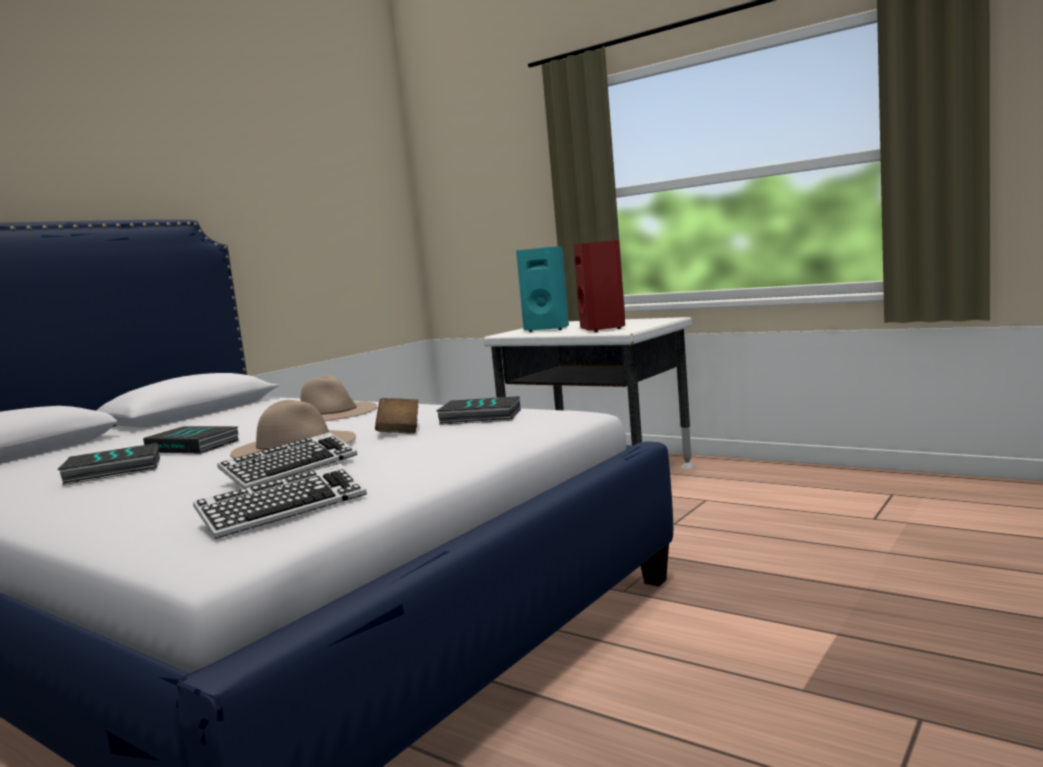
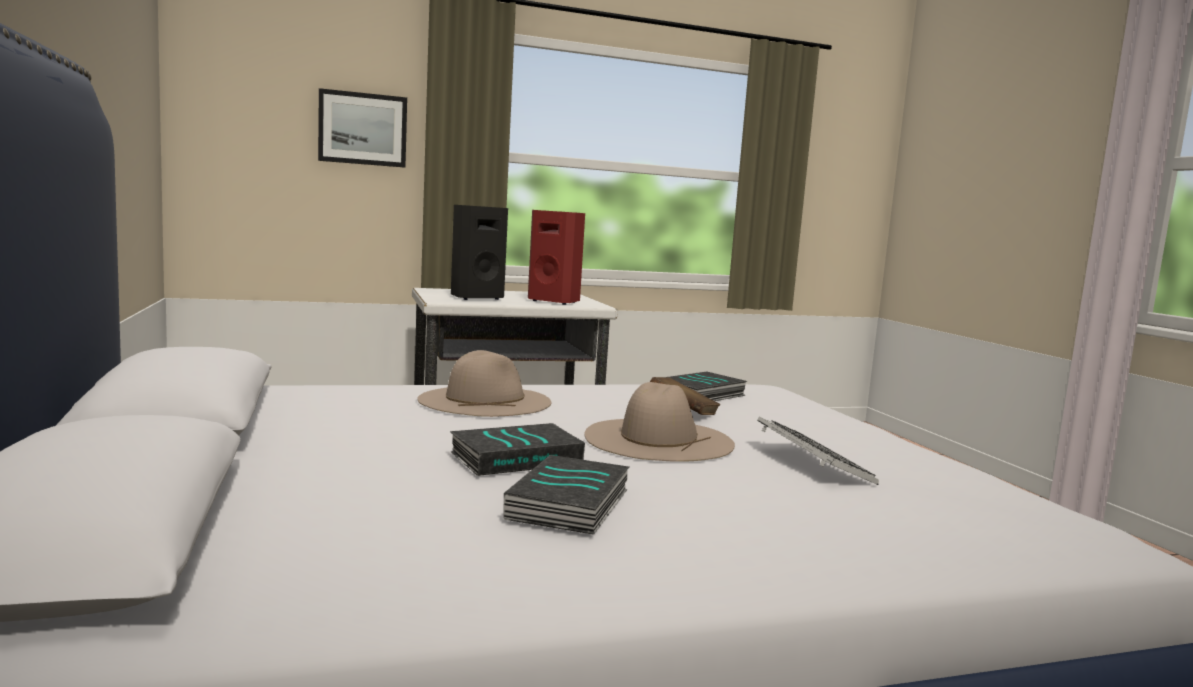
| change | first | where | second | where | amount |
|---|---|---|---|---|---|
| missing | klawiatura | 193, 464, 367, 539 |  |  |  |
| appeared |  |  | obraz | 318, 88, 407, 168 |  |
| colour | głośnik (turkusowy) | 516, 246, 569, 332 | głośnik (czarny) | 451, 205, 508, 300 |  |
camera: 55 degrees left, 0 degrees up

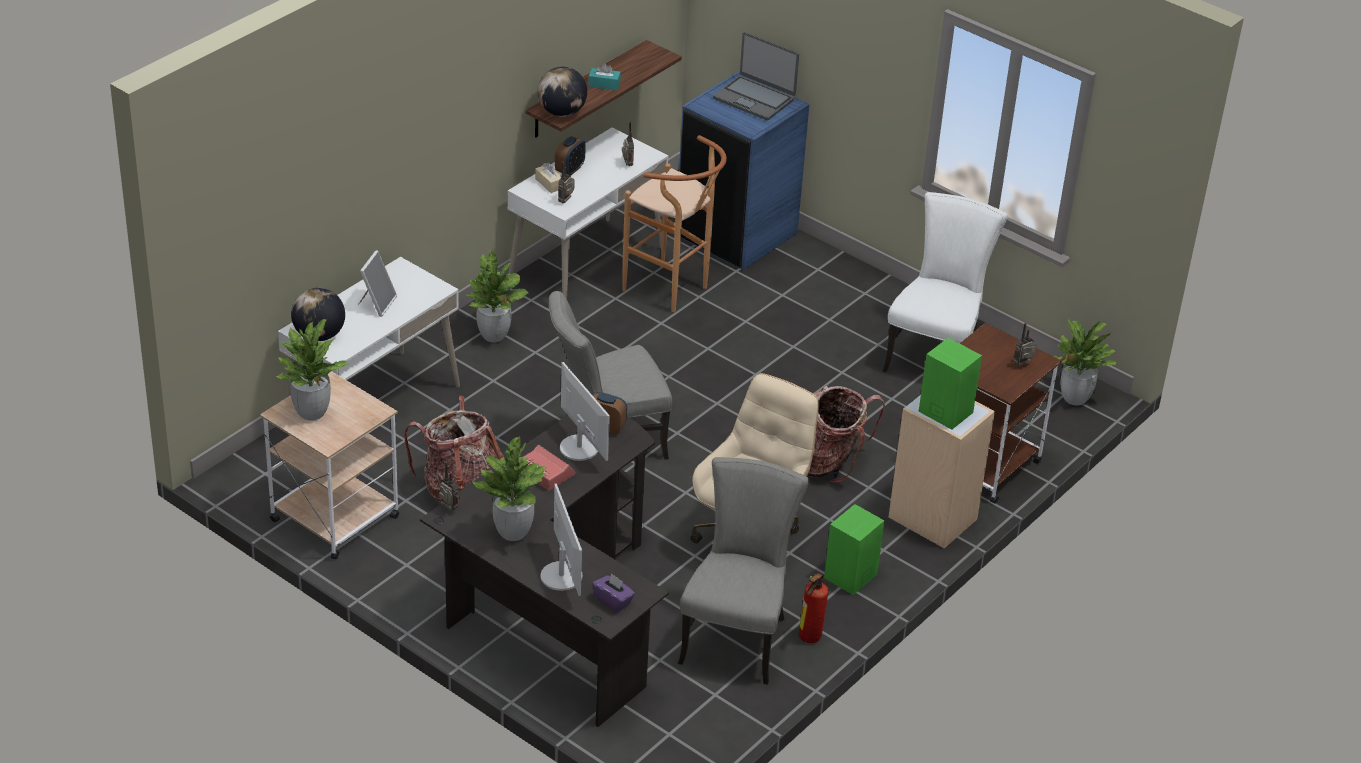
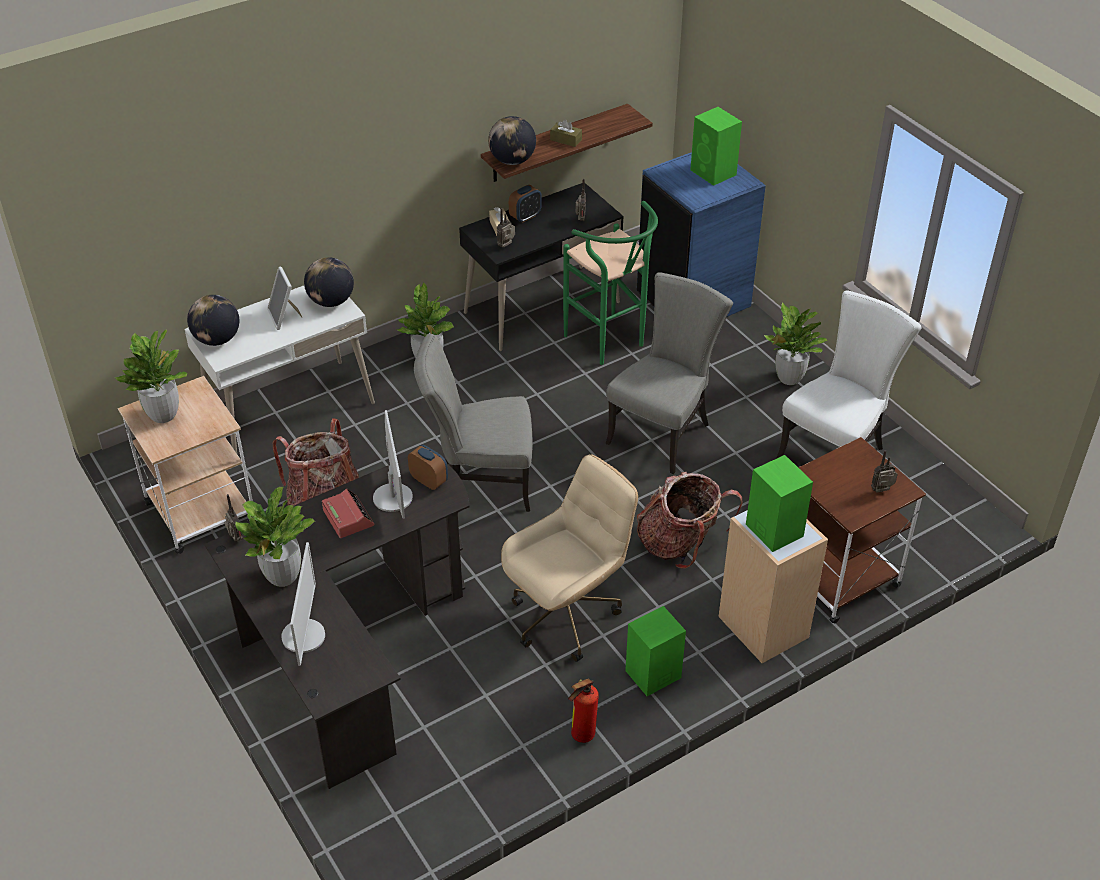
| change | first | where | second | where | amount |
|---|---|---|---|---|---|
| missing | pudełko chusteczek (fioletowy) | 592, 573, 635, 612 |  |  |  |
| appeared |  |  | globus | 304, 257, 354, 307 |  |
| relocated | krzesło (szary) | 678, 457, 810, 685 |  | 605, 272, 733, 474 |  |
| relocated | roślina doniczkowa | 1053, 318, 1116, 406 |  | 764, 303, 828, 385 |  |
| exchanged | laptop | 713, 32, 799, 120 | głośnik (zielony) | 690, 107, 742, 186 |  |
| colour | biurko (biały) | 508, 128, 668, 299 | biurko (czarny) | 459, 182, 623, 351 |  |
| colour | pudełko chusteczek (turkusowy) | 588, 63, 621, 90 | pudełko chusteczek (brązowy) | 550, 119, 582, 147 |  |
| colour | stołek (brązowy) | 623, 135, 727, 312 | stołek (zielony) | 563, 201, 658, 365 |  |
| spun | ramka na zdjęcie | 358, 250, 397, 317 |  | 267, 267, 302, 330 | 120 degrees clockwise |
camera: 20 degrees right, 5 degrees up

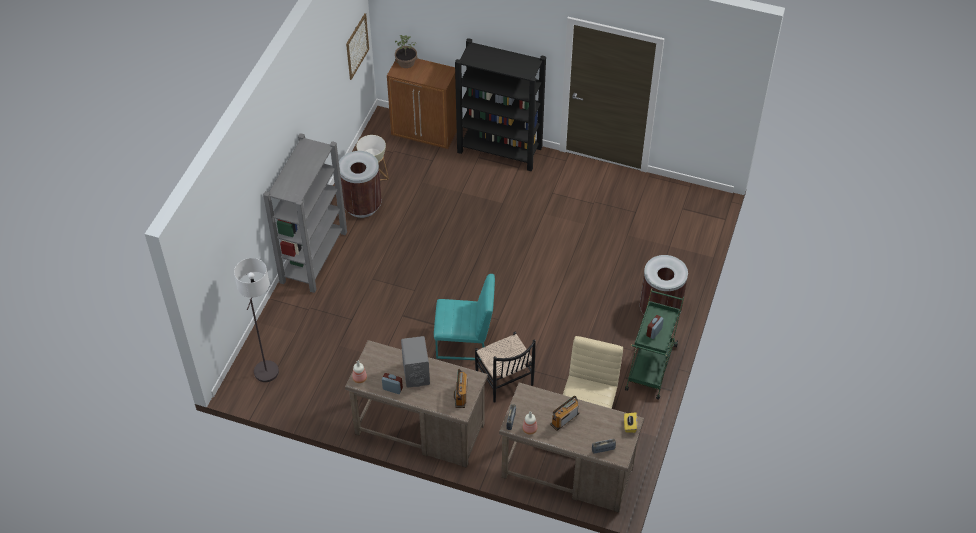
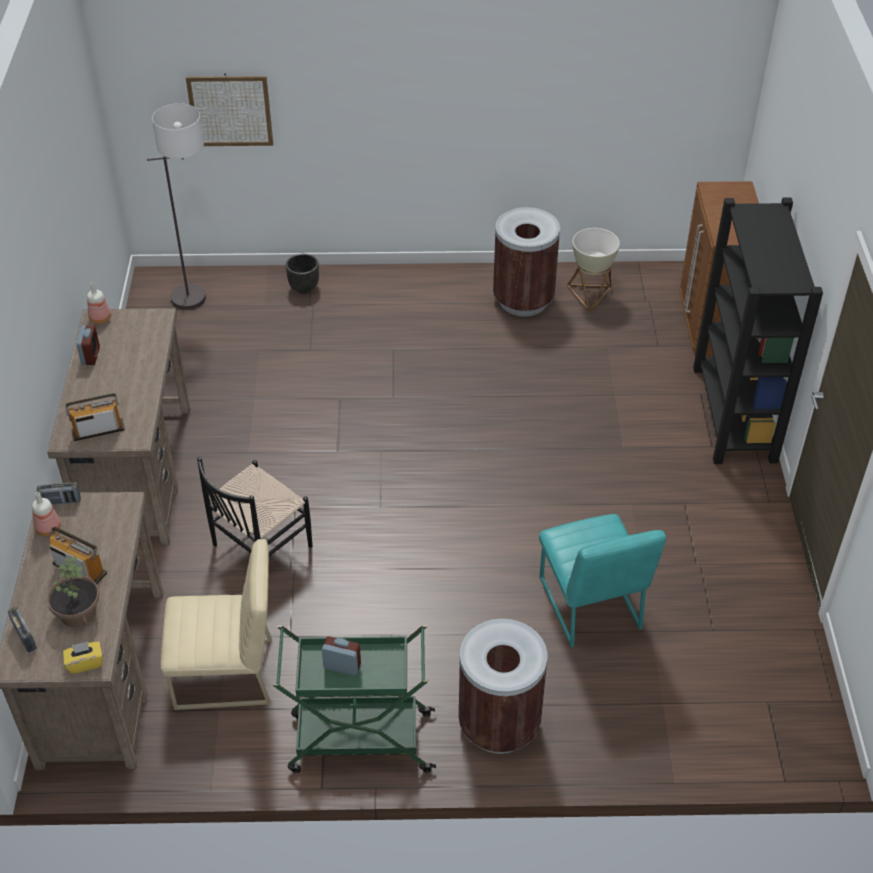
| change | first | where | second | where | amount |
|---|---|---|---|---|---|
| missing | regał (szary) | 263, 133, 347, 293 |  |  |  |
| missing | głośnik (szary) | 401, 336, 430, 387 |  |  |  |
| appeared |  |  | donica (czarny) | 286, 254, 319, 294 |  |
| relocated | obraz | 346, 13, 369, 80 |  | 186, 74, 273, 146 |  |
| relocated | roślina doniczkowa | 395, 35, 418, 68 |  | 47, 555, 99, 627 |  |
| relocated | krzesło (turkusowy) | 434, 274, 495, 361 |  | 539, 514, 666, 647 |  |
camera: 70 degrees right, 5 degrees down

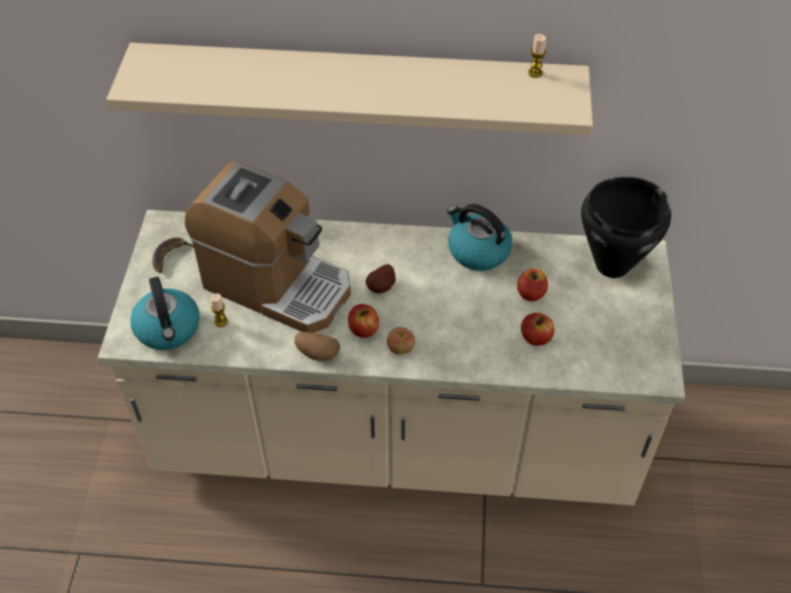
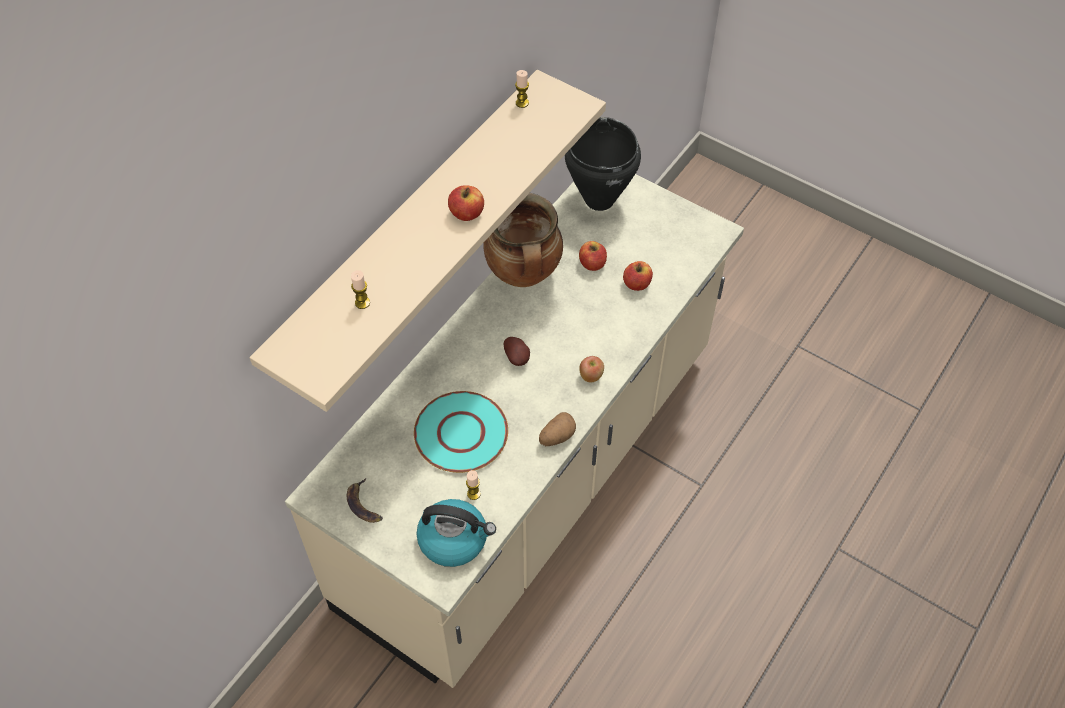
| change | first | where | second | where | amount |
|---|---|---|---|---|---|
| appeared |  |  | świeca | 351, 270, 370, 309 |  |
| relocated | jabłko | 348, 304, 379, 338 |  | 448, 185, 484, 221 |  |
| exchanged | ekspres do kawy | 185, 162, 351, 333 | talerz (turkusowy) | 414, 391, 508, 473 |  |
| exchanged | czajnik | 447, 204, 512, 271 | garnek | 483, 193, 563, 287 |  |
camera: 60 degrees left, 5 degrees up

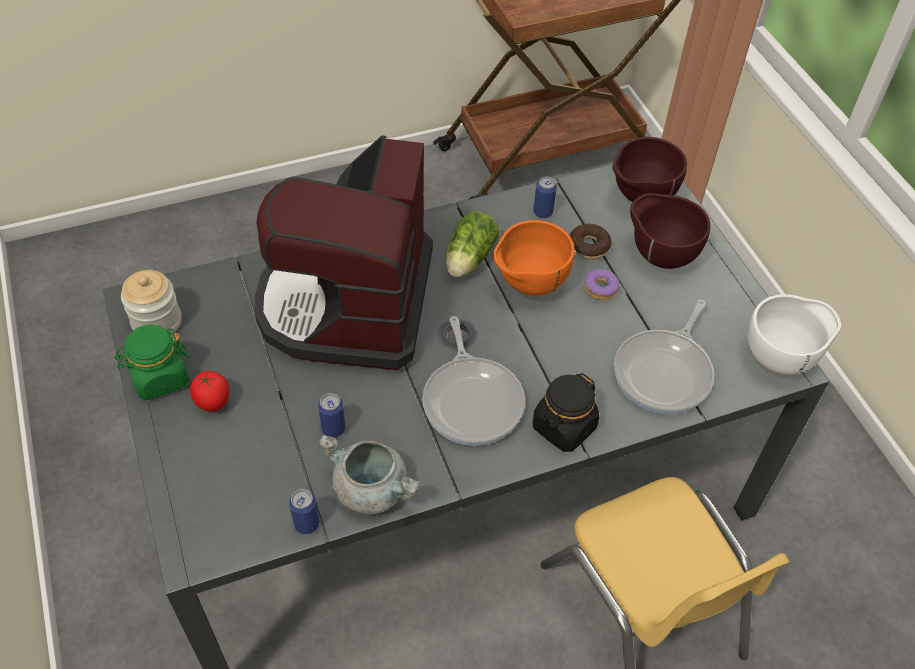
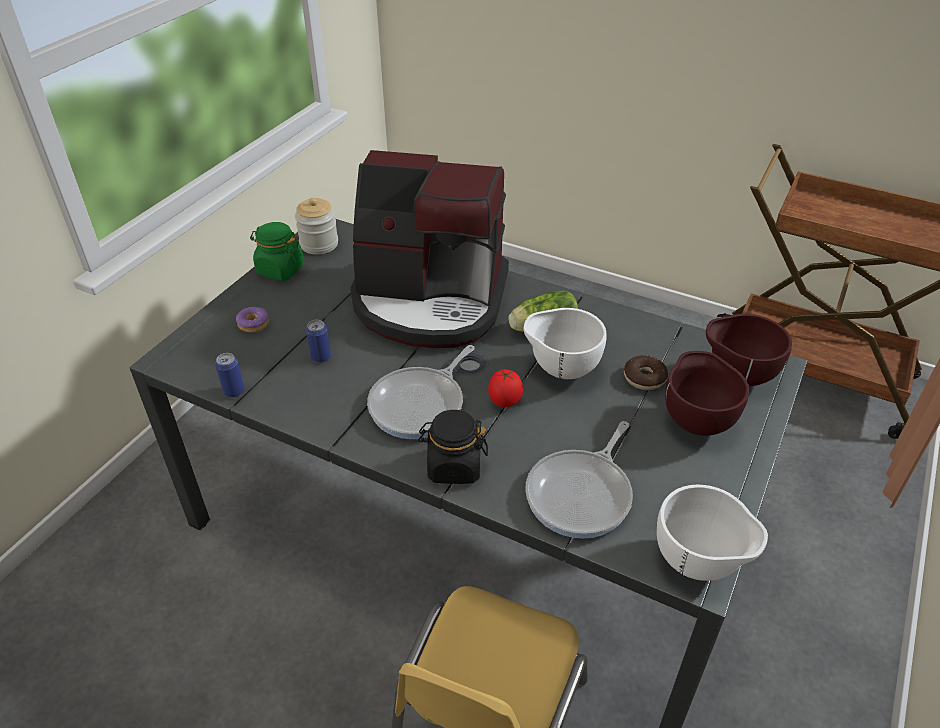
| change | first | where | second | where | amount |
|---|---|---|---|---|---|
| missing | garnek (szary) | 318, 435, 421, 514 |  |  |  |
| missing | puszka | 533, 176, 557, 218 |  |  |  |
| relocated | pomidor | 190, 371, 229, 411 |  | 488, 369, 523, 407 |  |
| relocated | donut | 584, 269, 620, 300 |  | 236, 307, 269, 332 |  |
| colour | miska (pomarańczowy) | 493, 220, 575, 295 | miska (biały) | 523, 308, 606, 379 |  |
| spun | ekspres do kawy | 255, 136, 433, 370 |  | 350, 150, 509, 348 | 135 degrees counterclockwise |
| spun | patelnia | 614, 300, 714, 414 |  | 525, 421, 633, 538 | 45 degrees counterclockwise |
camera: 50 degrees right, 10 degrees down

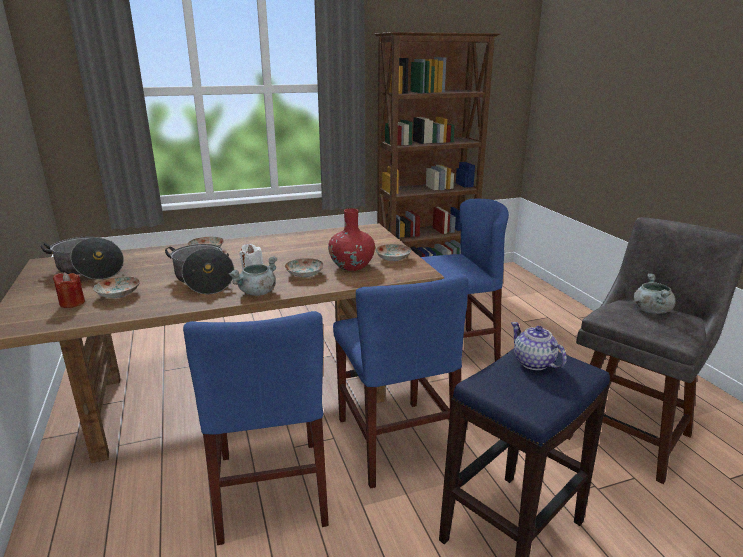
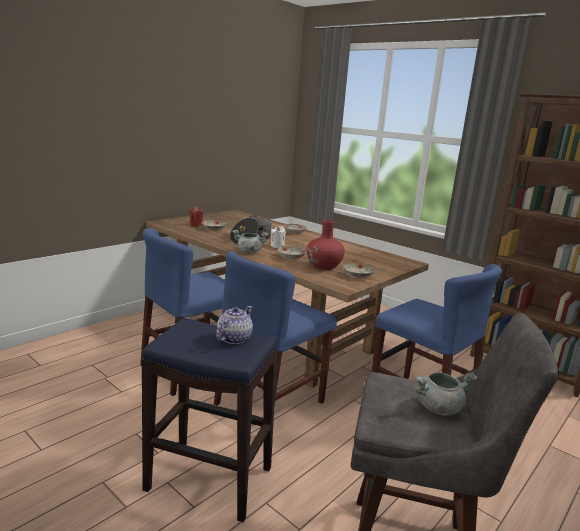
| change | first | where | second | where | amount |
|---|---|---|---|---|---|
| missing | garnek | 41, 237, 124, 280 |  |  |  |
camera: 60 degrees right, 5 degrees down

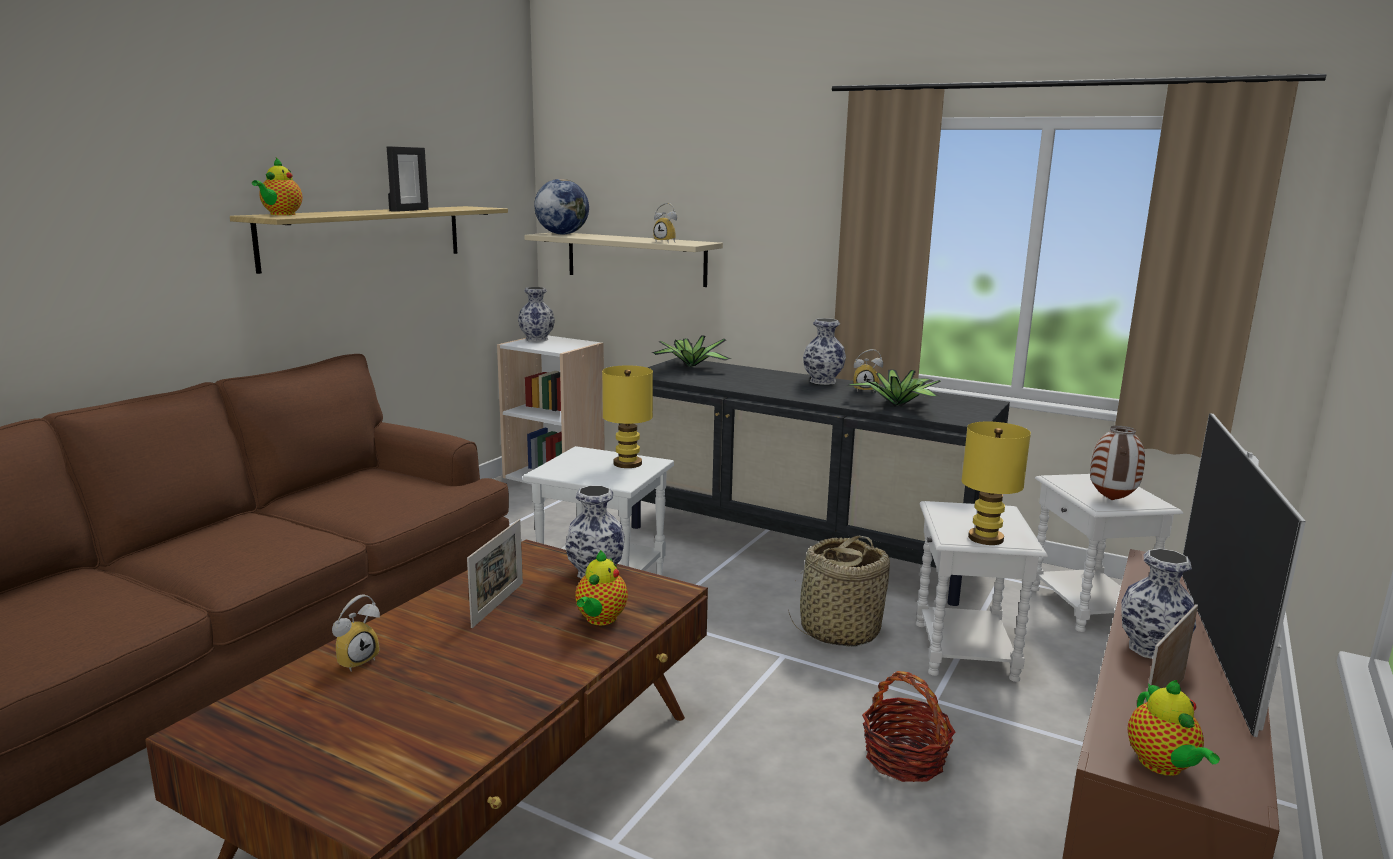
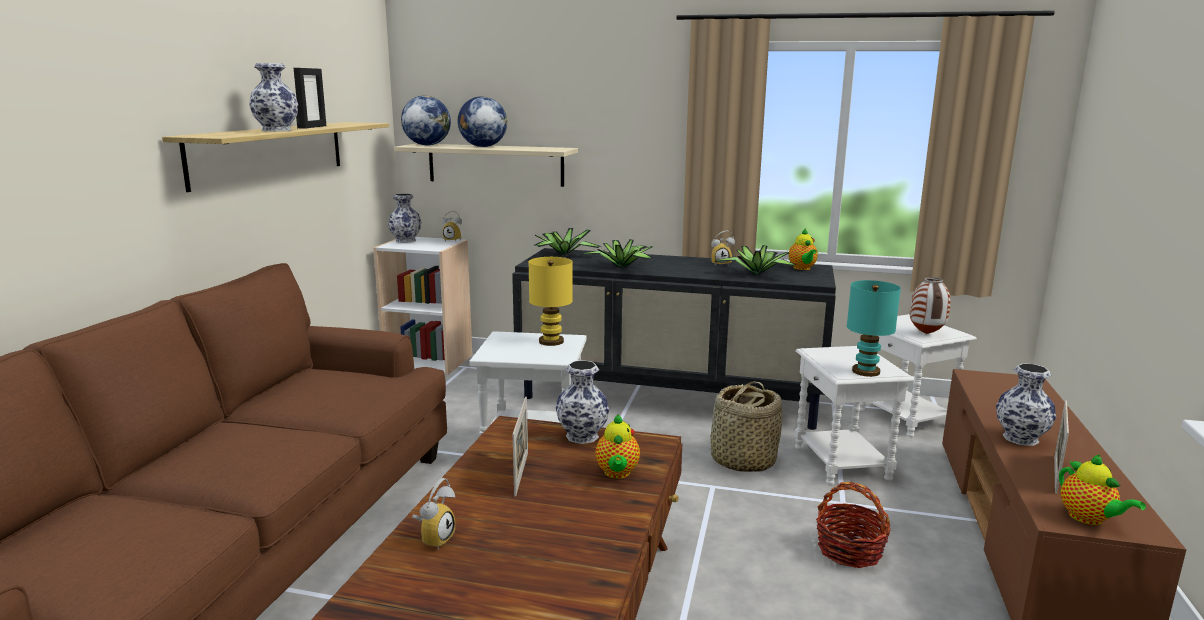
| change | first | where | second | where | amount |
|---|---|---|---|---|---|
| missing | telewizor | 1182, 413, 1306, 737 |  |  |  |
| appeared |  |  | globus | 458, 96, 507, 147 |  |
| appeared |  |  | roślina doniczkowa | 581, 239, 653, 268 |  |
| relocated | imbryk | 252, 157, 302, 215 |  | 788, 228, 818, 270 |  |
| relocated | budzik | 653, 203, 677, 242 |  | 442, 211, 462, 242 |  |
| relocated | wazon | 803, 318, 846, 385 |  | 249, 63, 298, 131 |  |
| colour | lampa stołowa (żółty) | 961, 422, 1031, 545 | lampa stołowa (turkusowy) | 847, 280, 901, 377 |  |
camera: 15 degrees left, 0 degrees up

